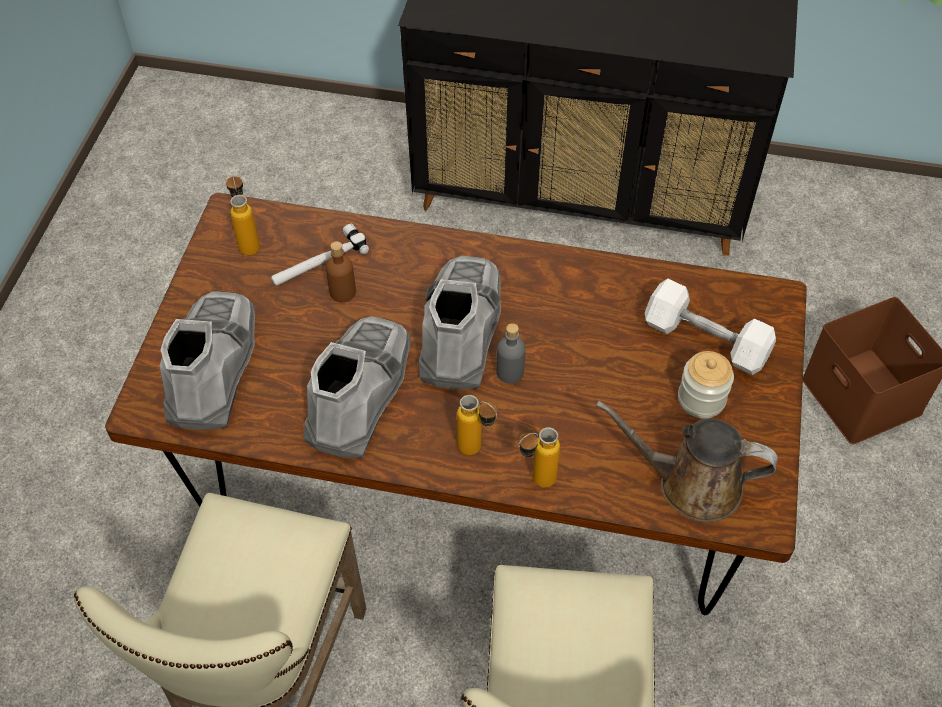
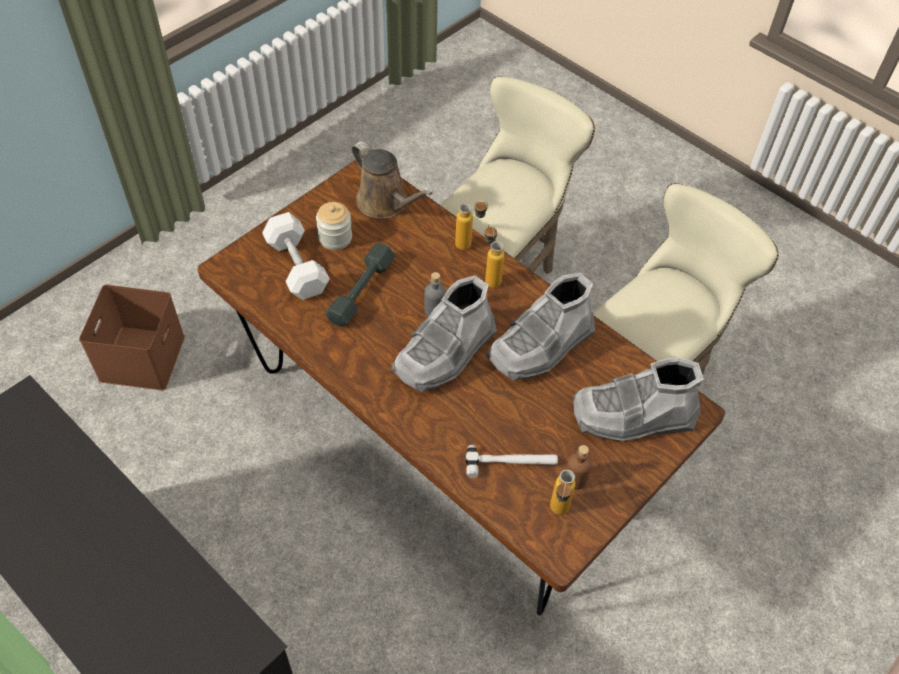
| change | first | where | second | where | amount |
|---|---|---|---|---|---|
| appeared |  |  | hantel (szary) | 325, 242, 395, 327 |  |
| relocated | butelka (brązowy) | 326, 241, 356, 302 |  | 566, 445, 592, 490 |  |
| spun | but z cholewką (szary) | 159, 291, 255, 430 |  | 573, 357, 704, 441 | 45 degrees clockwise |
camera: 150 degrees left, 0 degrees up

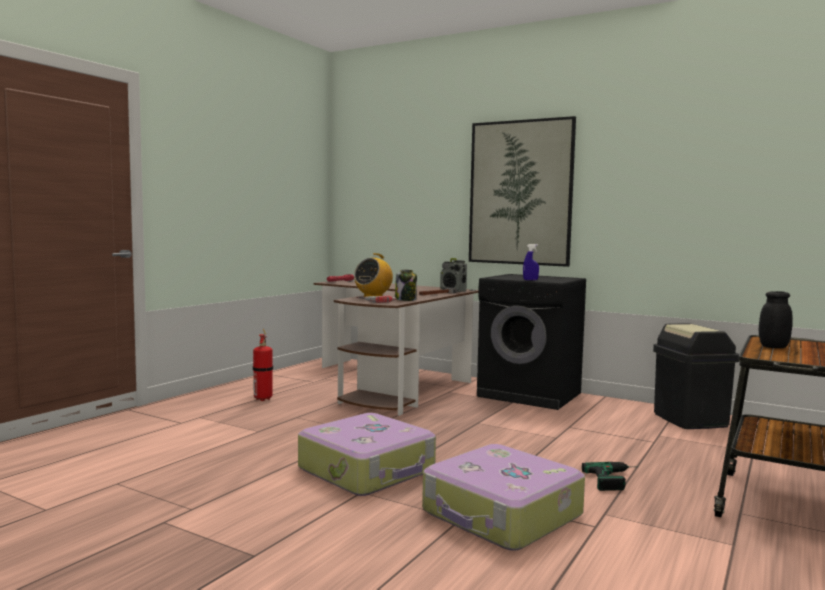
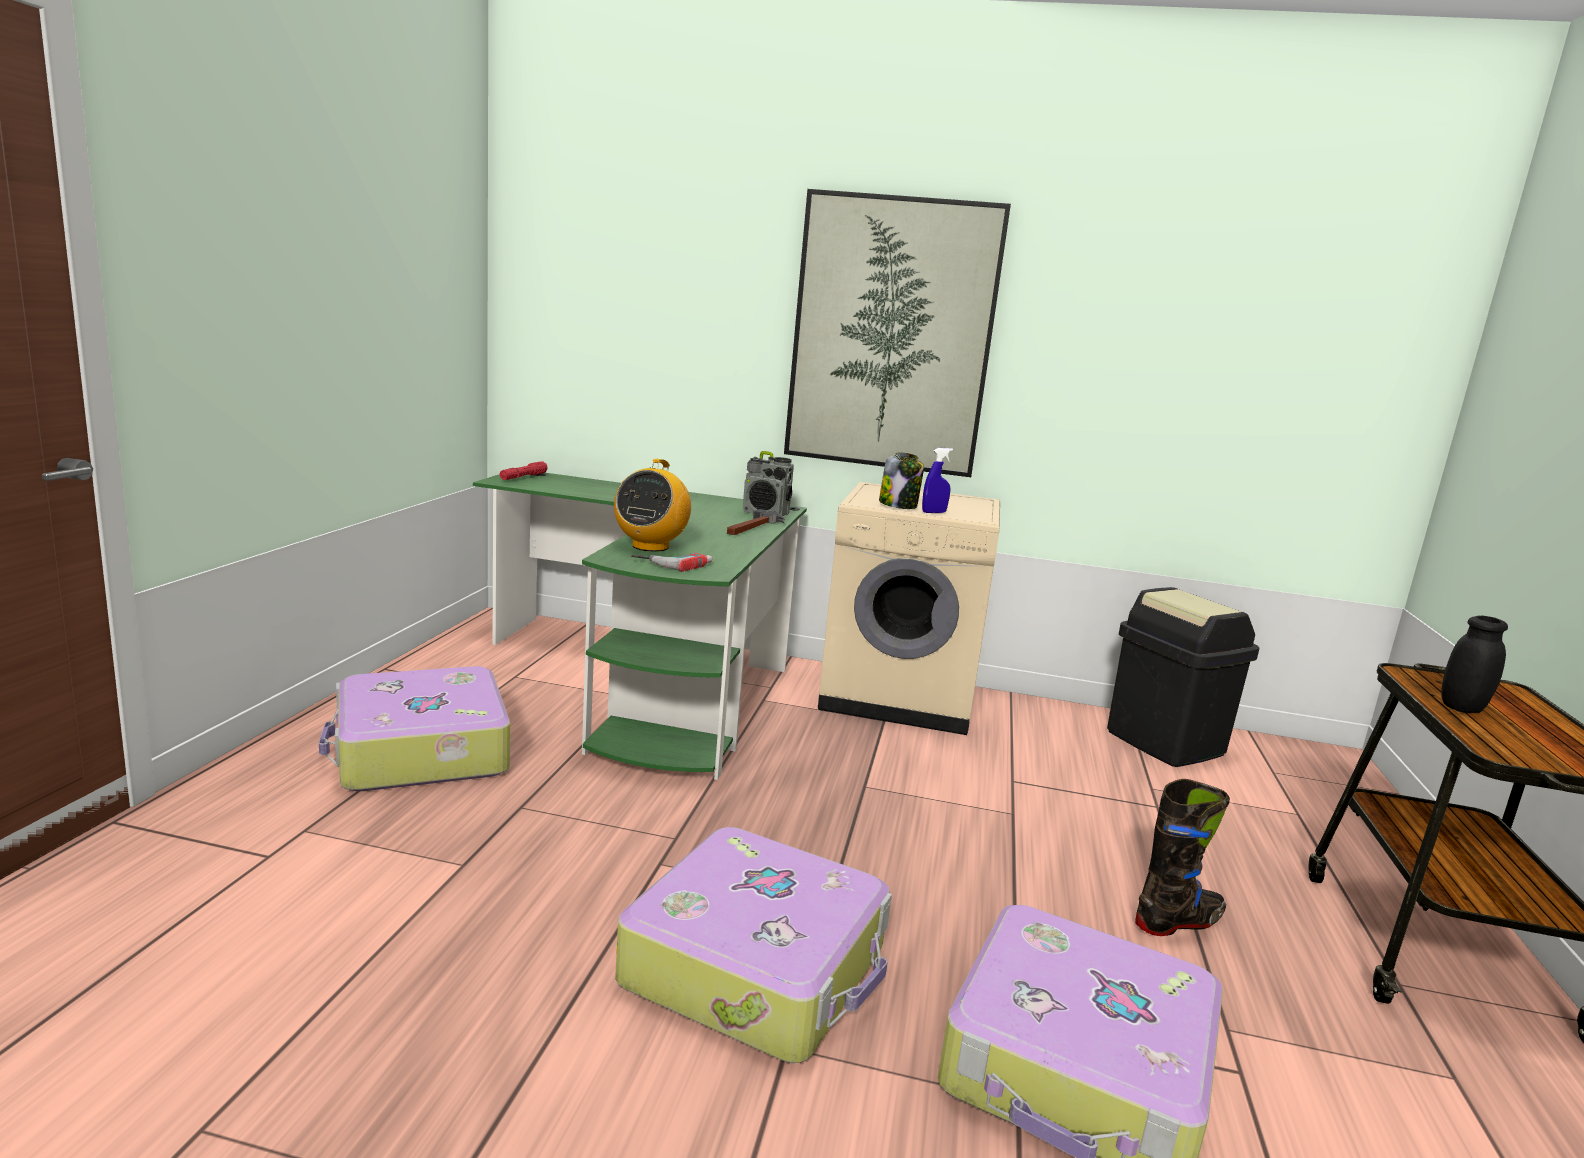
| change | first | where | second | where | amount |
|---|---|---|---|---|---|
| relocated | słoik | 395, 270, 417, 301 |  | 879, 452, 924, 509 |  |
| exchanged | gaśnica | 253, 328, 273, 401 | walizka | 319, 666, 510, 791 |  |
| exchanged | wiertarka | 582, 462, 638, 491 | but z cholewką (czarny) | 1135, 779, 1230, 936 |  |
| colour | biurko (brązowy) | 314, 280, 478, 416 | biurko (zielony) | 473, 473, 807, 780 |  |
| colour | pralka (czarny) | 477, 274, 586, 410 | pralka (beżowy) | 818, 482, 1000, 735 |  |
camera: 20 degrees left, 10 degrees up

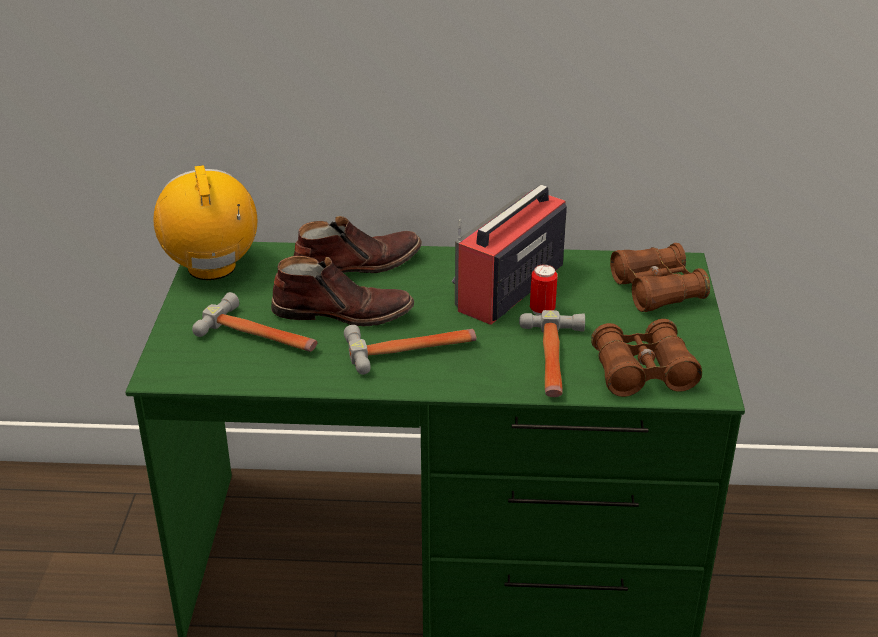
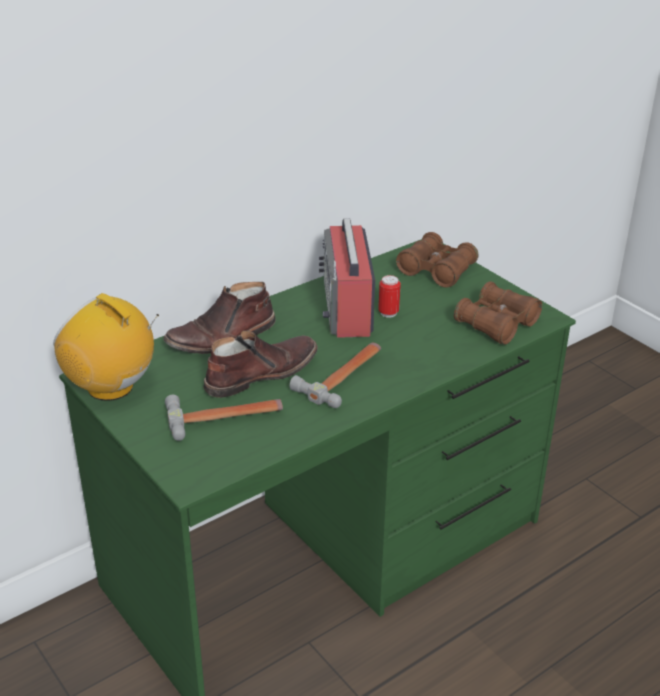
| change | first | where | second | where | amount |
|---|---|---|---|---|---|
| missing | młotek | 519, 310, 585, 397 |  |  |  |
| spun | but z cholewką (brązowy) | 294, 216, 422, 273 |  | 163, 282, 276, 354 | 150 degrees counterclockwise |
camera: 40 degrees left, 0 degrees up

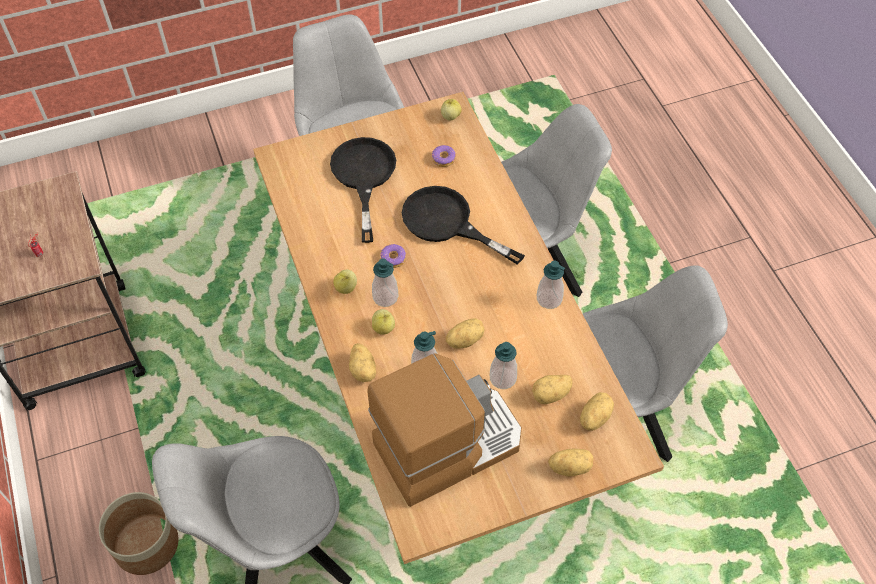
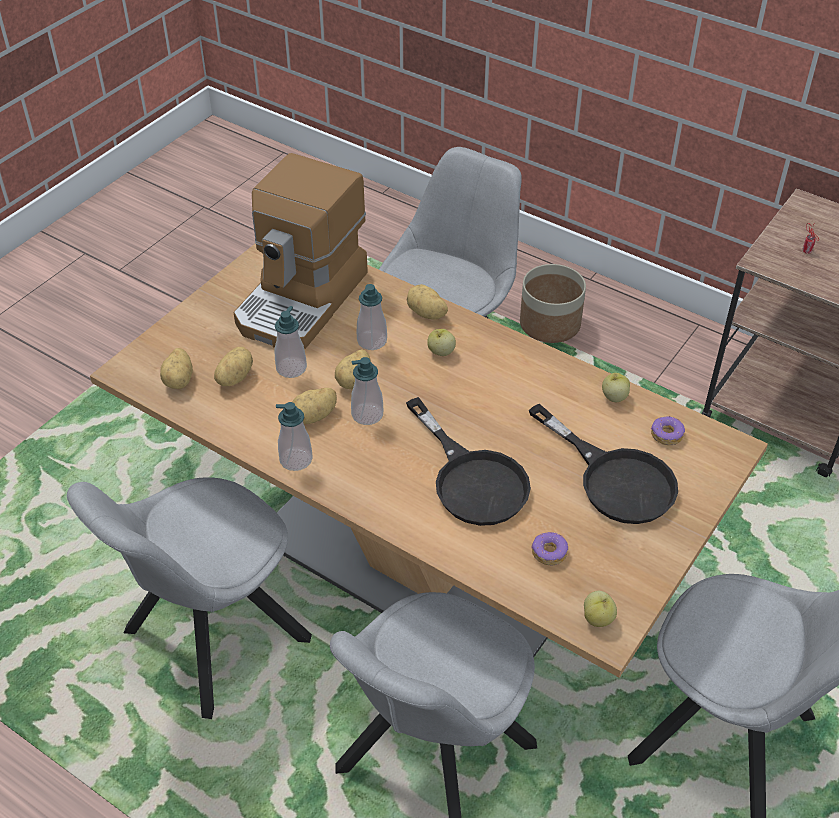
| change | first | where | second | where | amount |
|---|---|---|---|---|---|
| relocated | jabłko | 333, 269, 357, 294 |  | 602, 373, 630, 402 |  |
| relocated | dozownik mydła | 372, 258, 399, 307 |  | 351, 357, 383, 425 |  |
| relocated | donut | 380, 244, 406, 268 |  | 651, 416, 685, 445 |  |
| relocated | ziemniak | 548, 449, 593, 477 |  | 293, 388, 337, 424 |  |
| spun | patelnia (czarny) | 402, 186, 525, 265 |  | 406, 397, 531, 526 | 60 degrees clockwise |
camera: 145 degrees right, 10 degrees down

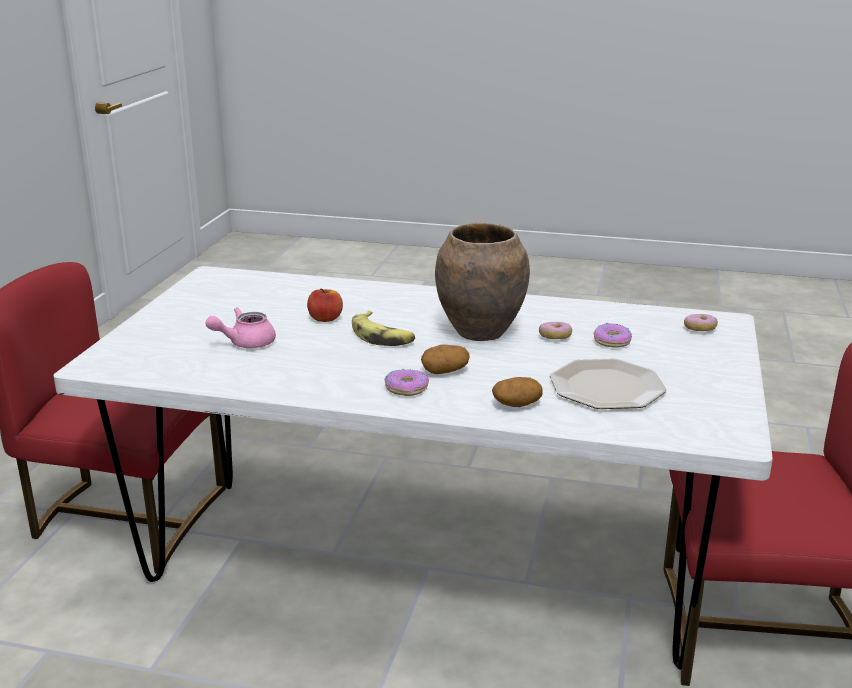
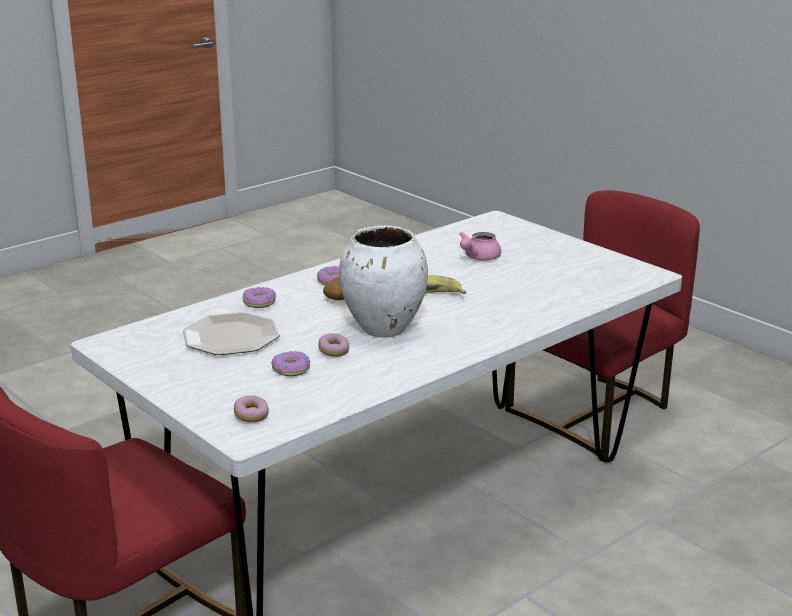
| change | first | where | second | where | amount |
|---|---|---|---|---|---|
| missing | jabłko | 307, 288, 343, 322 |  |  |  |
| exchanged | ziemniak | 492, 377, 543, 407 | donut | 242, 287, 276, 308 |  |
| colour | wazon (brązowy) | 435, 223, 530, 341 | wazon (biały) | 339, 225, 428, 338 |  |
| spun | imbryk (różowy) | 205, 308, 276, 348 |  | 459, 232, 501, 261 | 150 degrees counterclockwise |
camera: 125 degrees right, 0 degrees up

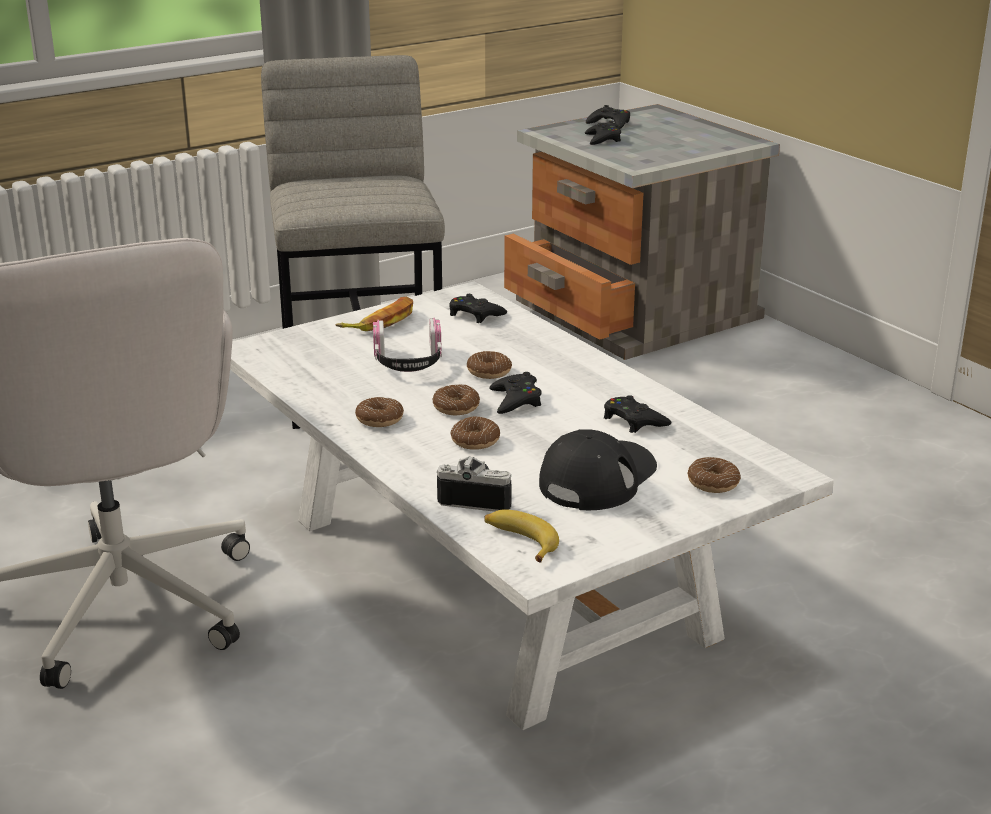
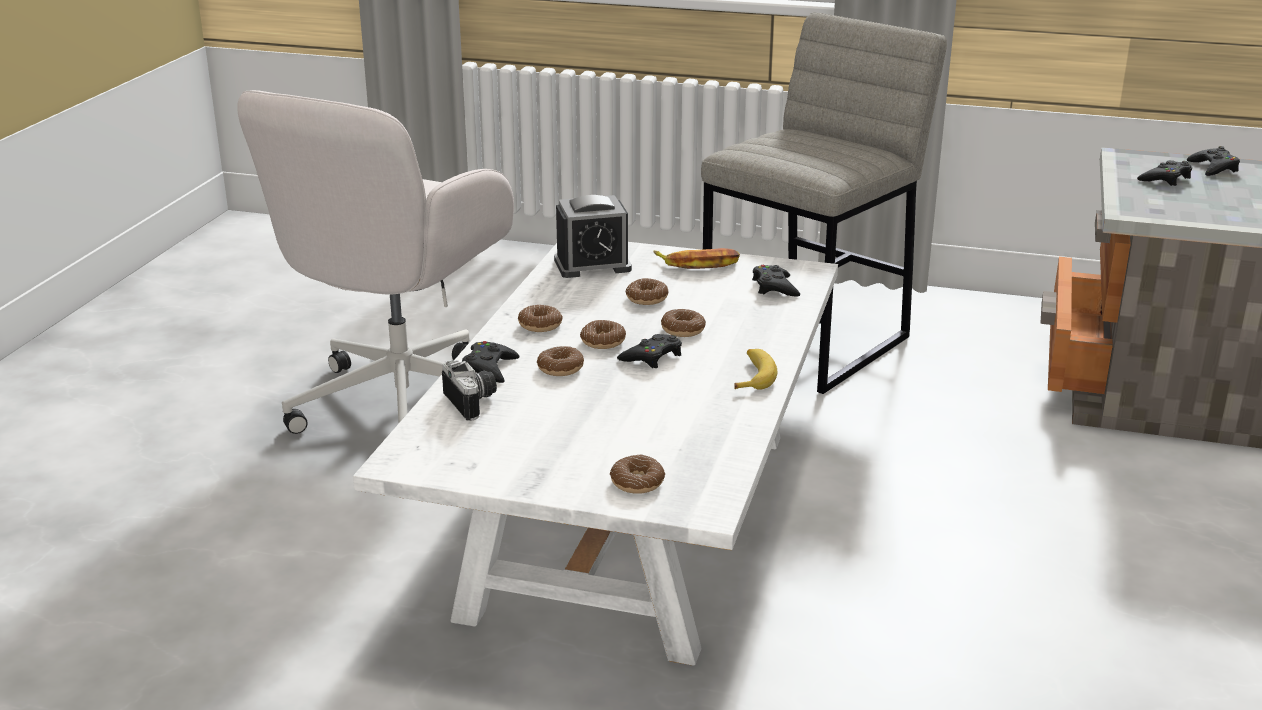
| change | first | where | second | where | amount |
|---|---|---|---|---|---|
| missing | czapka z daszkiem (czarny) | 539, 429, 657, 510 |  |  |  |
| appeared |  |  | budzik | 554, 195, 632, 278 |  |
| relocated | banan | 484, 509, 559, 563 |  | 734, 349, 777, 390 |  |
| relocated | pad do gier (czarny) | 604, 395, 671, 433 |  | 462, 341, 519, 383 |  |
| exchanged | słuchawki | 373, 318, 442, 372 | donut | 626, 278, 669, 305 |  |
camera: 50 degrees right, 0 degrees up

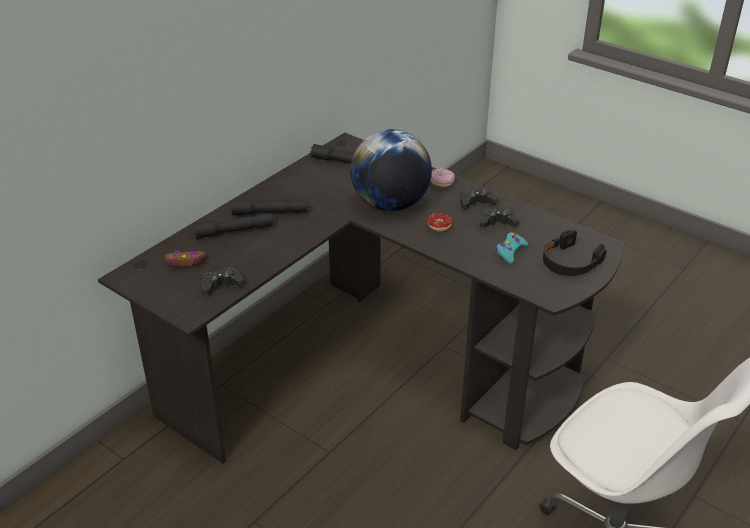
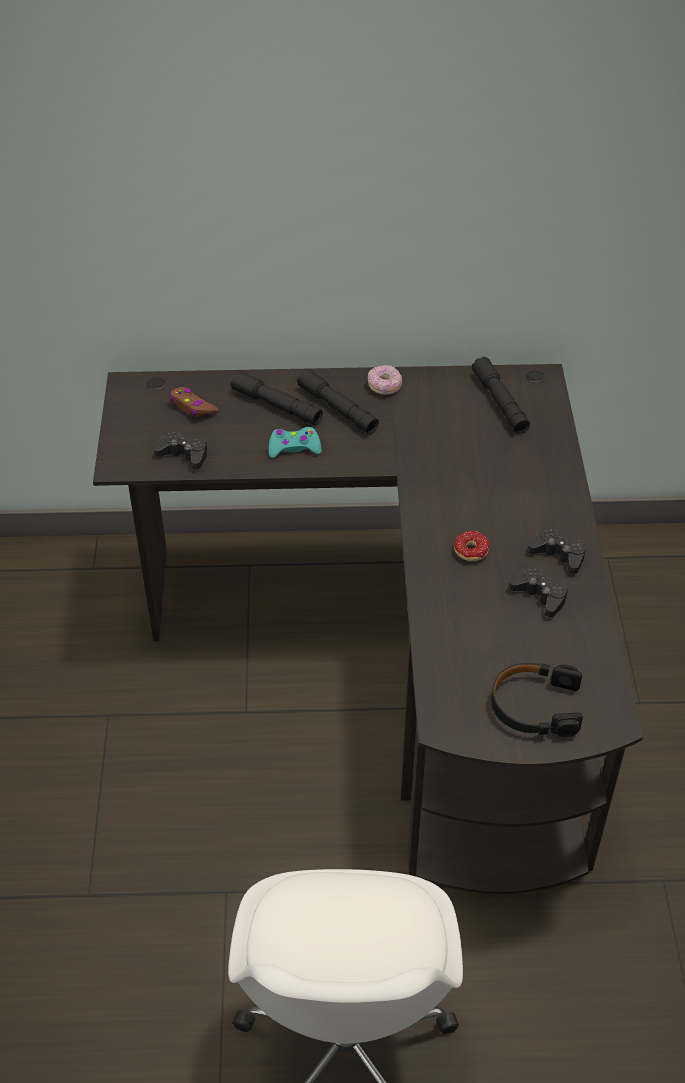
| change | first | where | second | where | amount |
|---|---|---|---|---|---|
| missing | globus | 350, 129, 432, 211 |  |  |  |
| relocated | donut | 430, 168, 455, 187 |  | 368, 365, 402, 395 |  |
| relocated | pad do gier (turkusowy) | 496, 232, 529, 264 |  | 269, 427, 322, 458 |  |
camera: 50 degrees right, 10 degrees up

